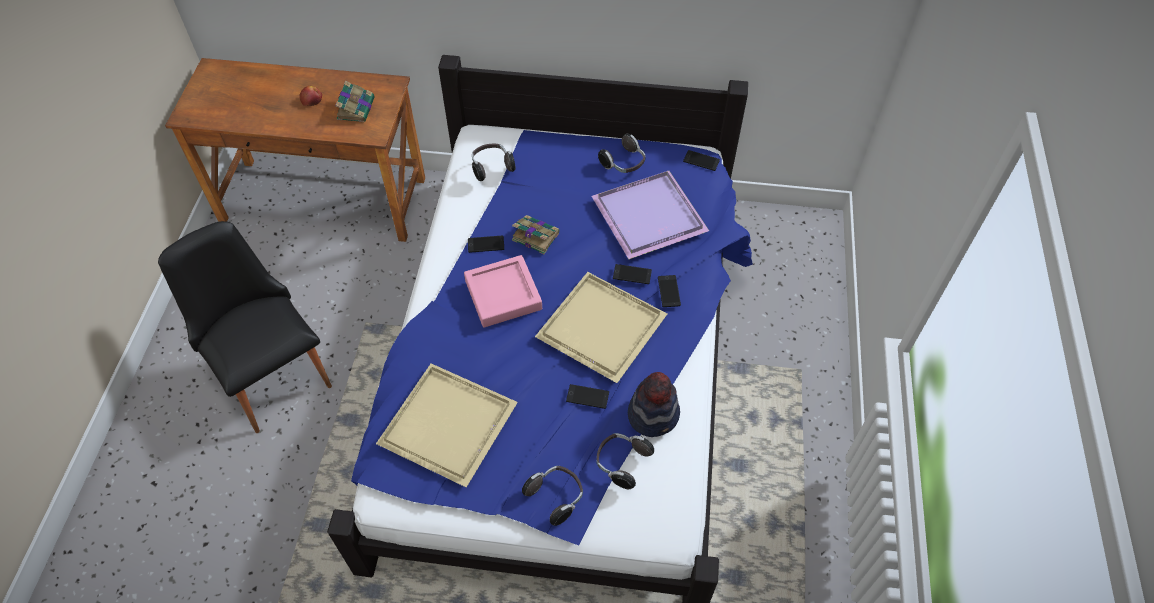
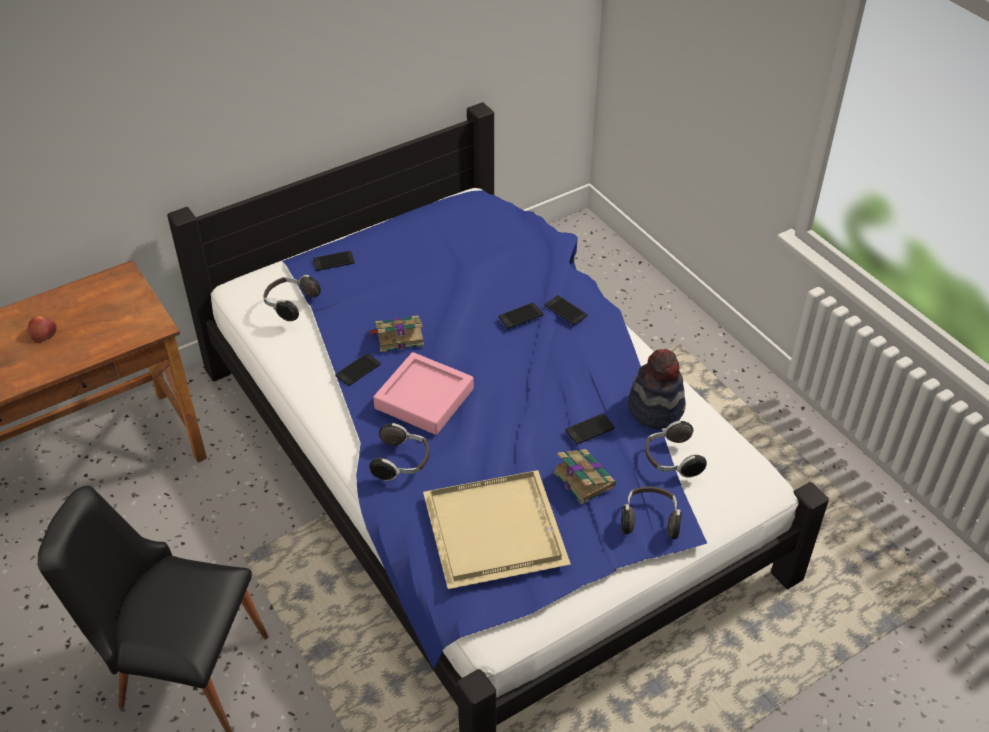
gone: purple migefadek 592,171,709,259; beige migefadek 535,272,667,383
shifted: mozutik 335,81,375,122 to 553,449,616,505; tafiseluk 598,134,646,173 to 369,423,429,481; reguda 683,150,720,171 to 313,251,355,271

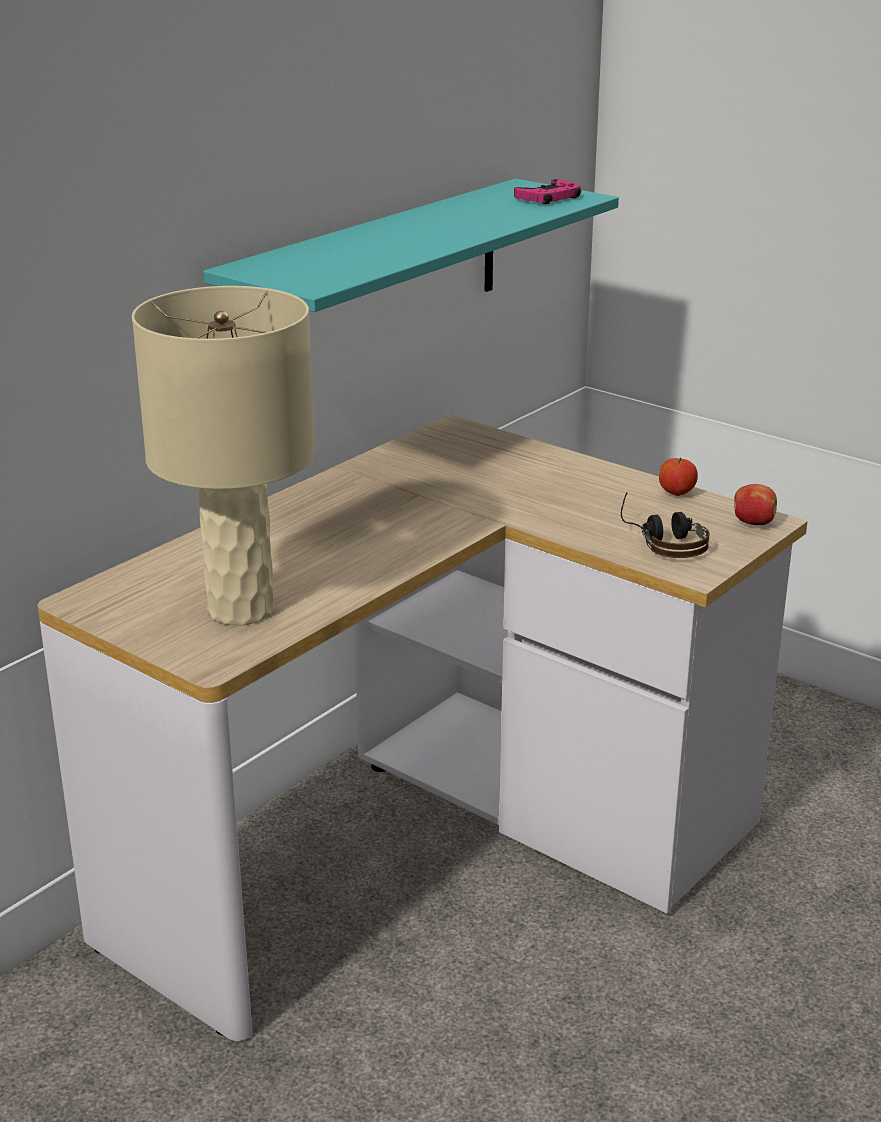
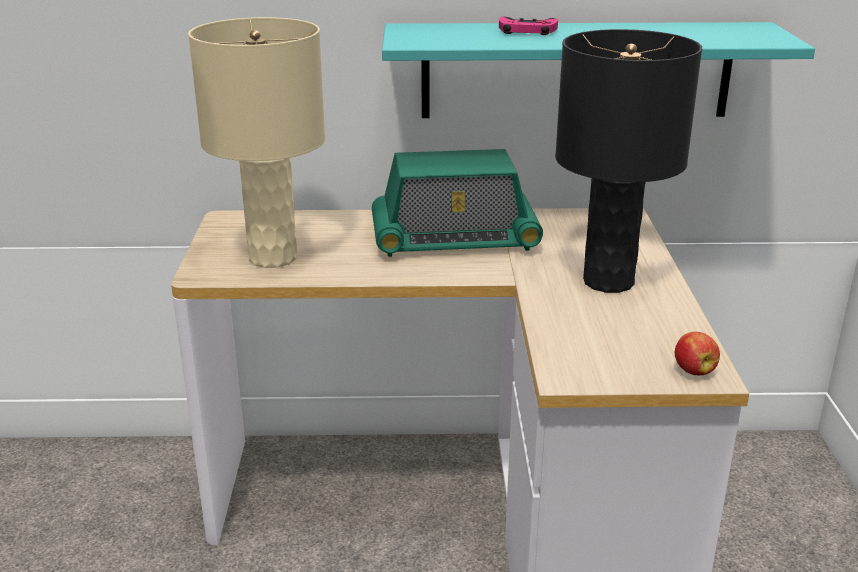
gone: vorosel 659,457,698,496; tafiseluk 621,493,710,558
new: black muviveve 555,29,702,293; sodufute 372,149,543,257
shifted: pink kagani 514,179,581,204 to 499,16,558,35

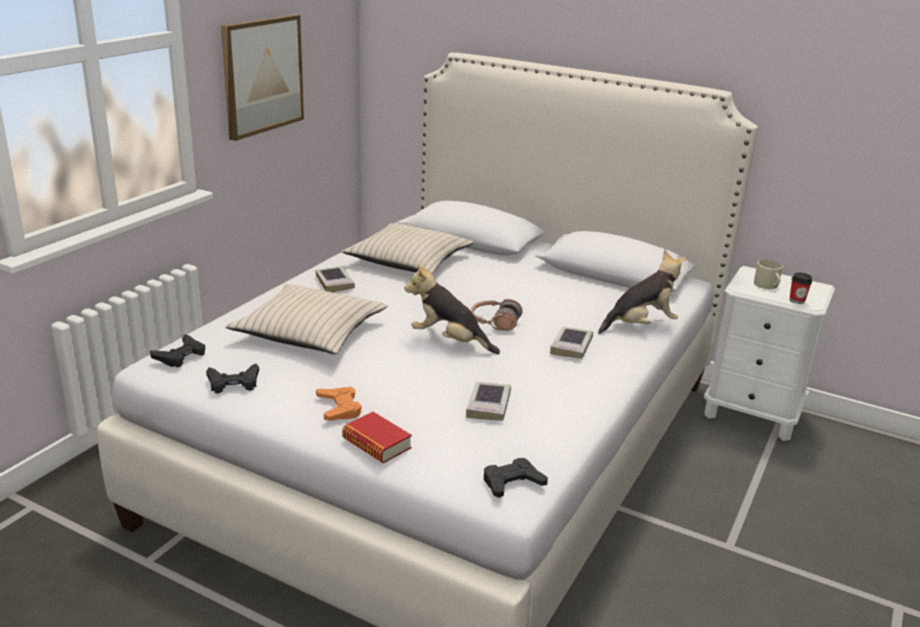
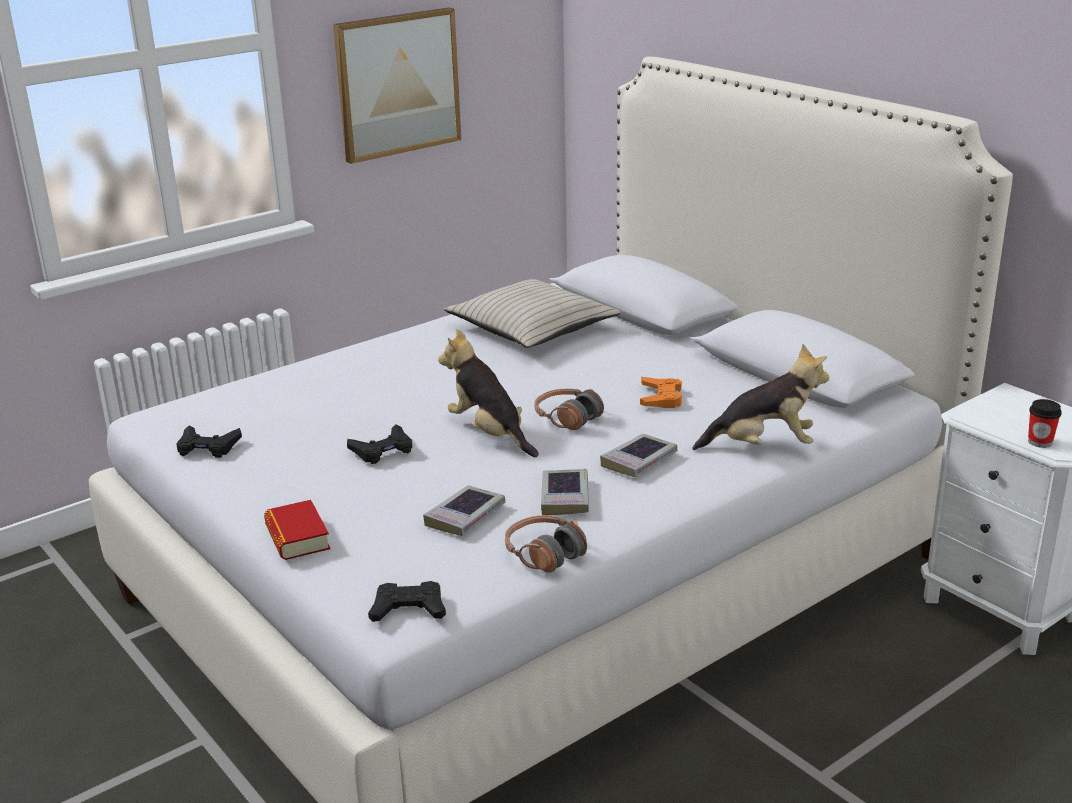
gone: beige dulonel 754,260,783,289; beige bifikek 225,284,388,354
new: tafiseluk 505,515,587,573
shifted: mozutik 316,266,355,292 to 541,469,589,515; black kagani 150,334,205,368 to 347,424,412,464; orange kagani 316,387,361,421 to 640,377,682,408

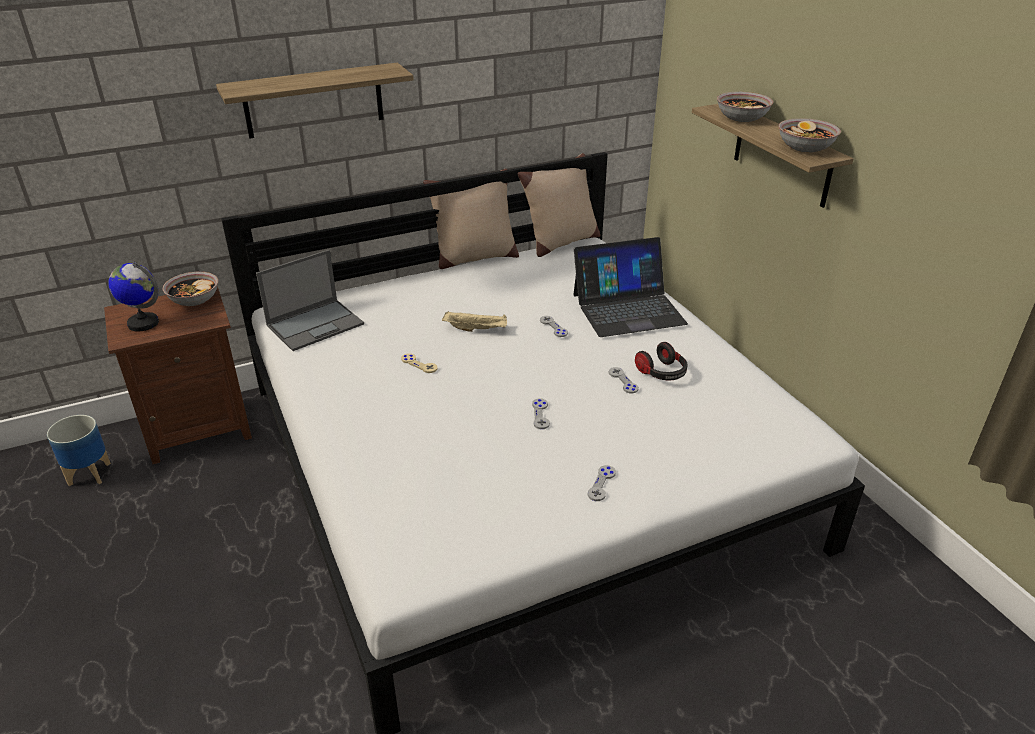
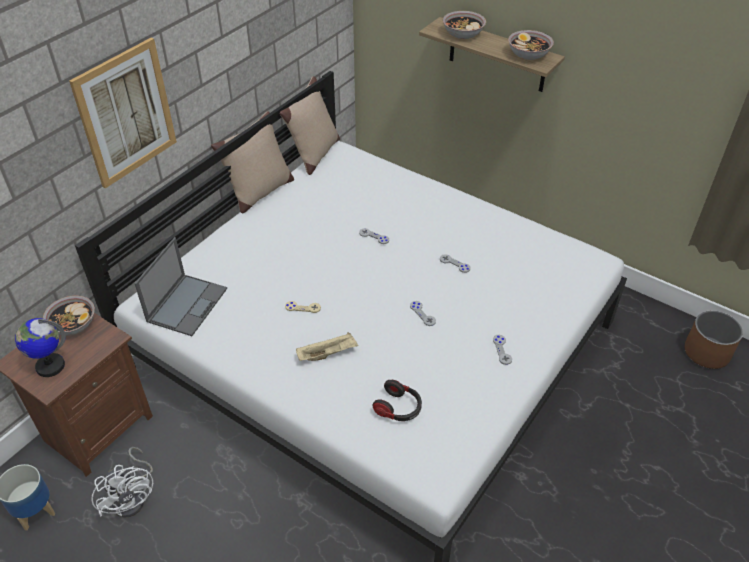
gone: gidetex 573,237,688,337
new: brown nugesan 684,311,743,369; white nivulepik 91,447,153,518
shifted: beige migefadek 442,311,507,332 to 296,332,358,361; tafiseluk 635,342,687,380 to 372,380,422,421
swapped: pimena 216,63,414,139 to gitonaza 69,38,177,188

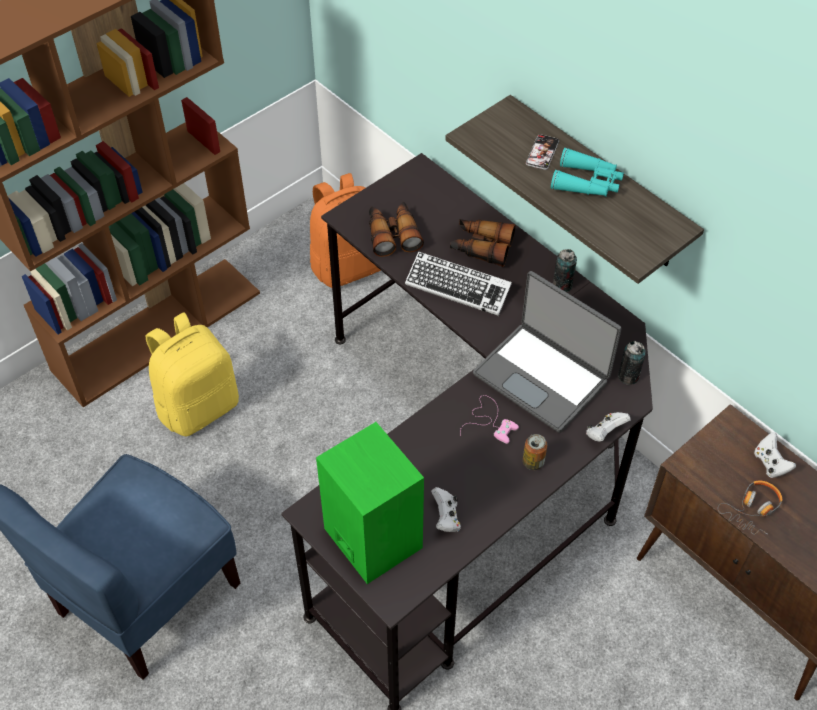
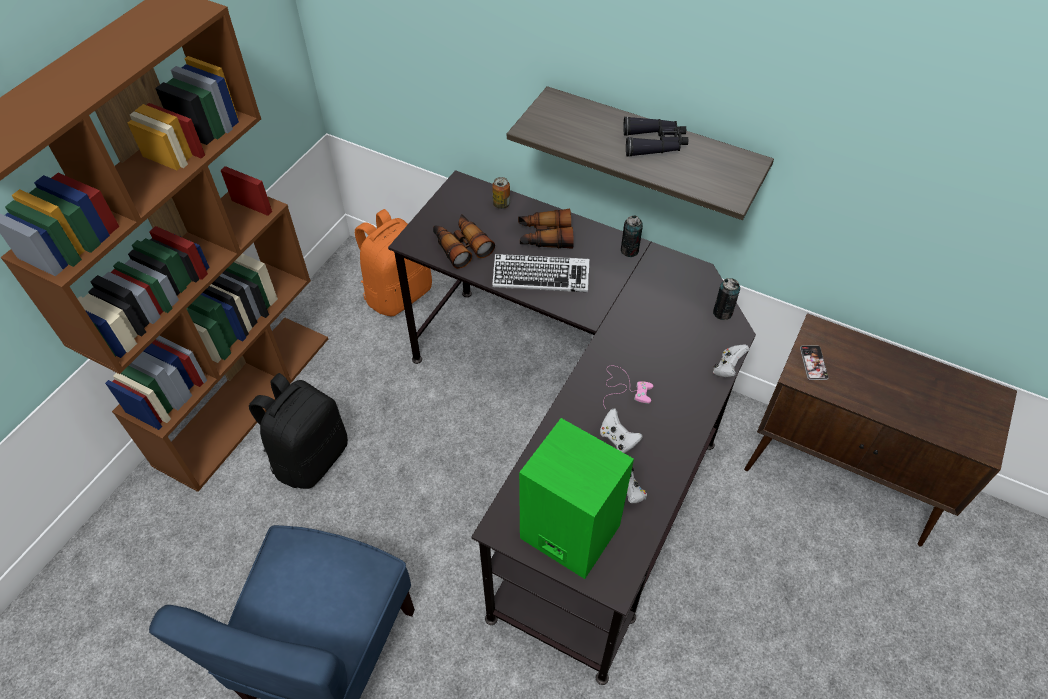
gone: gidetex 473,271,622,433; tafiseluk 718,481,782,535
shifted: reguda 526,134,559,170 to 800,346,829,380; white kagani 754,432,797,478 to 600,408,643,453; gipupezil 523,434,547,470 to 492,177,510,209
repainted: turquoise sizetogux 551,148,624,197 to black sizetogux 623,117,688,157; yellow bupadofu 146,312,239,437 to black bupadofu 249,373,348,489

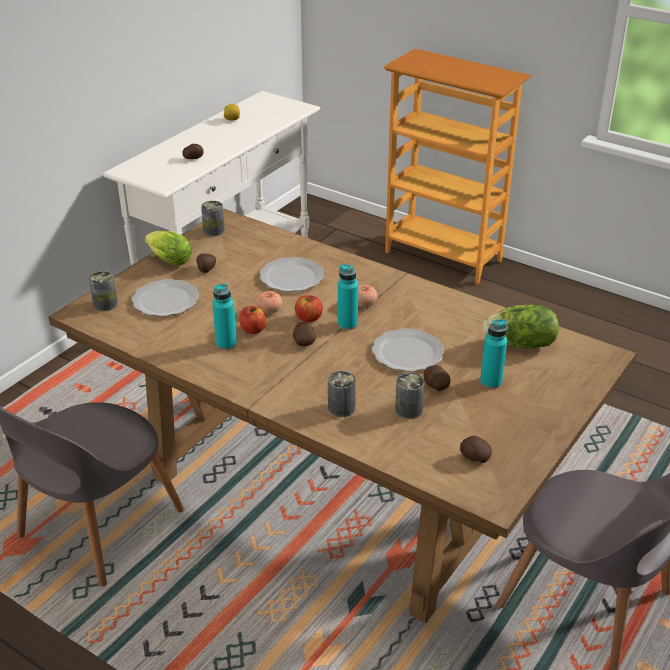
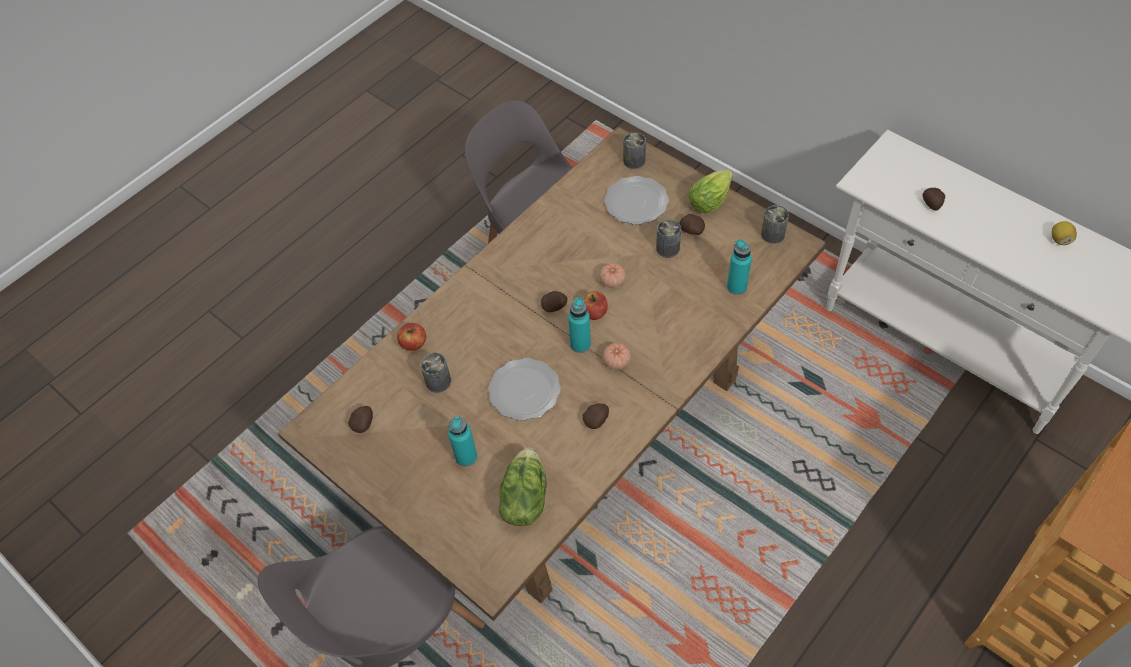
gone: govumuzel 260,257,324,292
shifted: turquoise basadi 212,283,237,350 to 727,239,752,295; vorosel 239,306,266,334 to 397,323,426,351; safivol 423,365,451,391 to 583,403,609,429; gipupezil 328,371,356,417 to 656,219,681,258

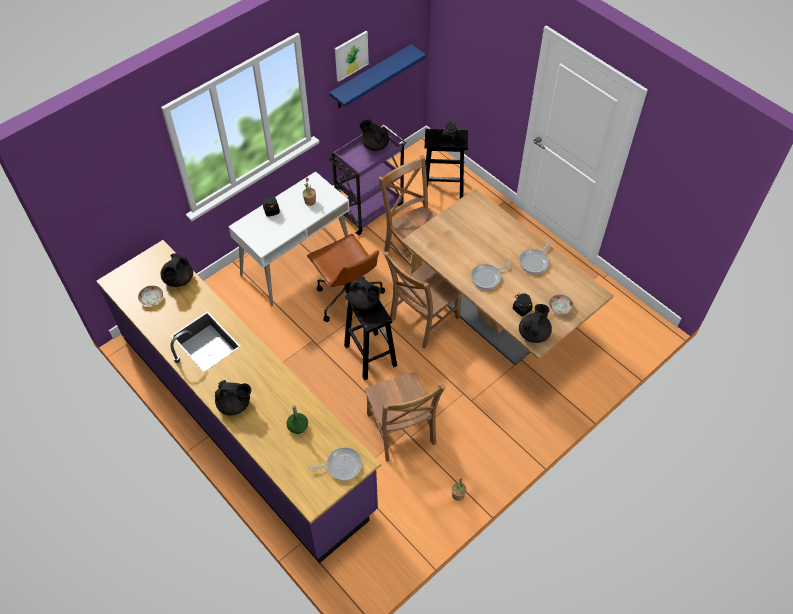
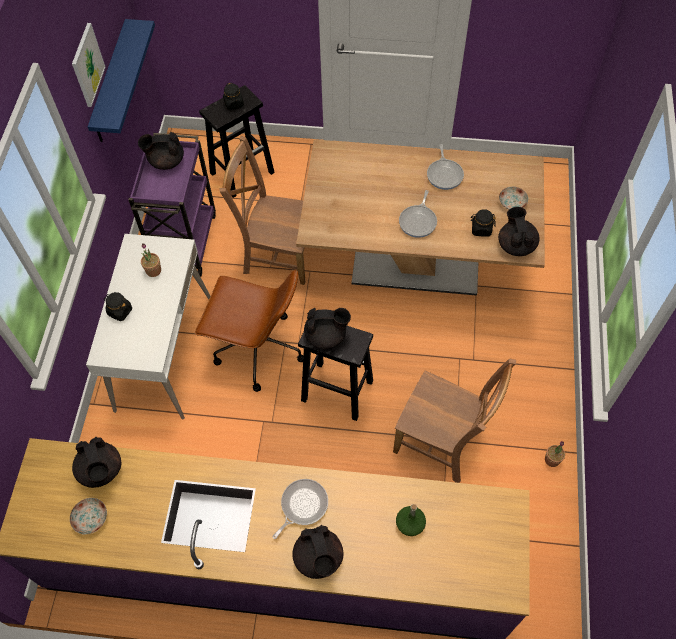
gone: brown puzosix 383,251,462,349
shifted: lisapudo 308,447,362,481 to 272,479,328,539
rotated: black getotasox 215,380,251,415 = 292,525,344,579 105 degrees clockwise

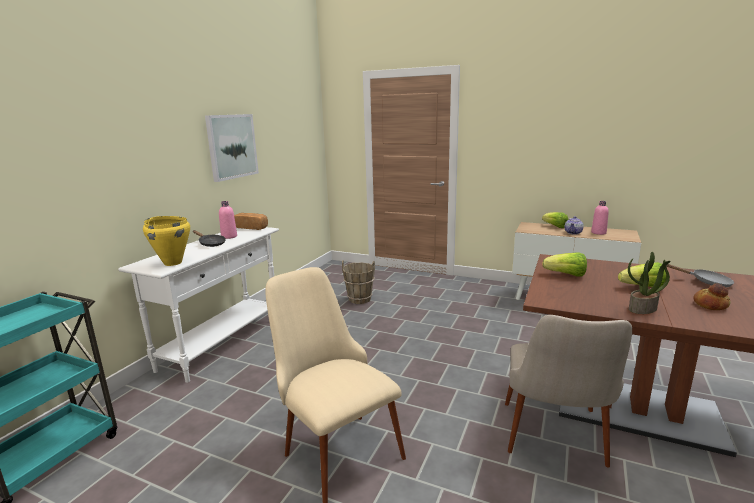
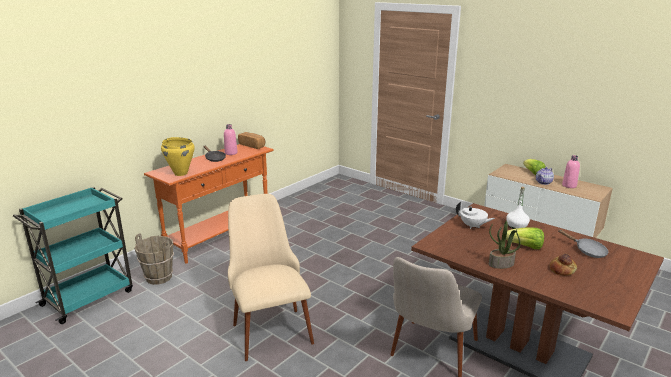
gone: gitonaza 205,114,259,182
new: white basadi 506,187,530,229
shifted: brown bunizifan 342,260,375,304 to 134,233,174,285
swapped: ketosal 542,253,587,276 to white getotasox 456,202,495,229
repainted: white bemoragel 118,227,279,383 to orange bemoragel 144,144,274,264

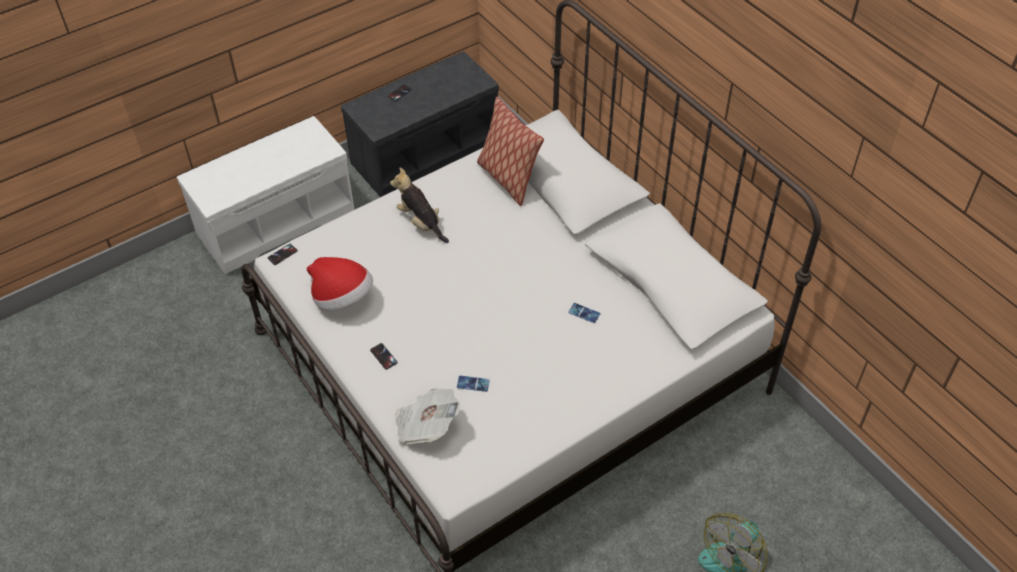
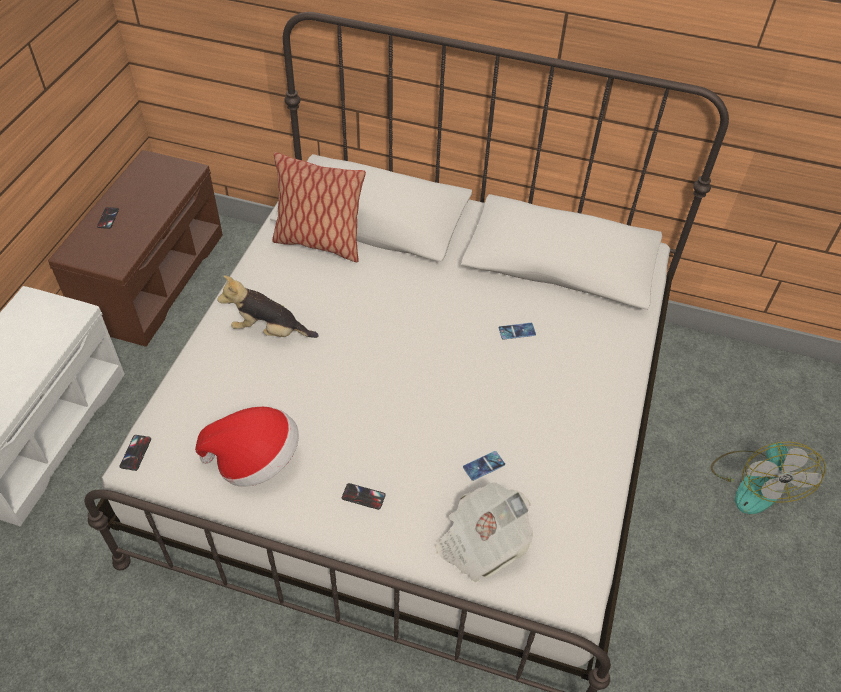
repainted: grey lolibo 341,51,499,197 to brown lolibo 48,150,223,347

